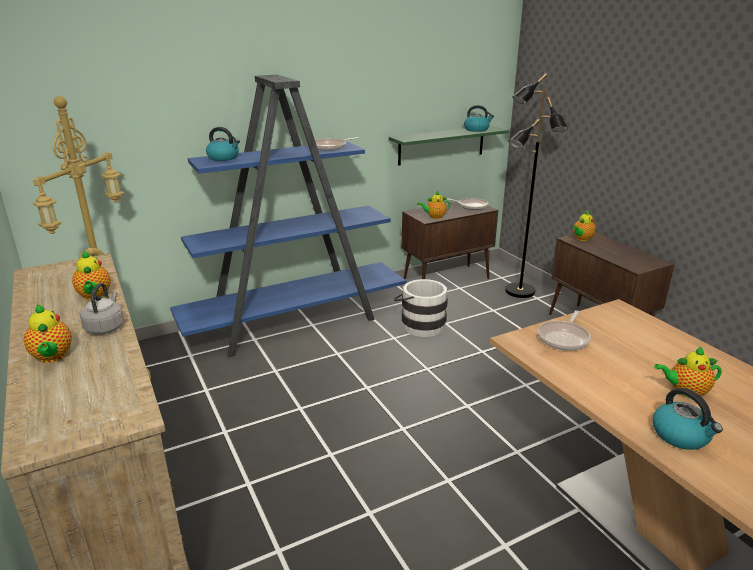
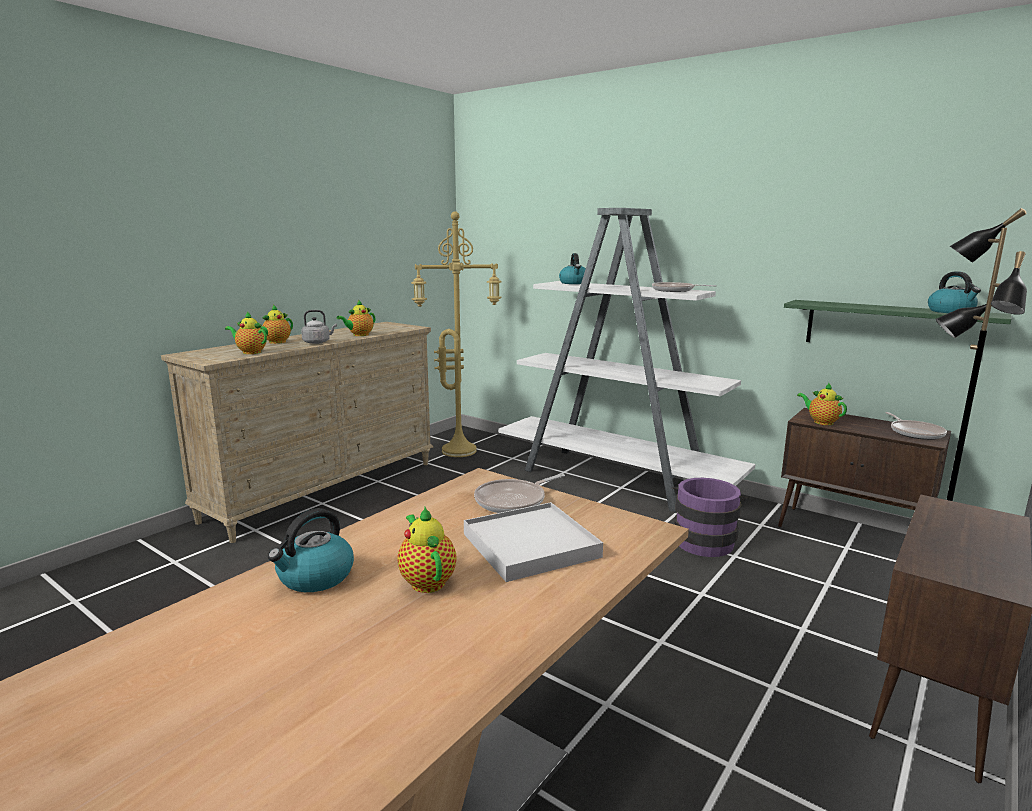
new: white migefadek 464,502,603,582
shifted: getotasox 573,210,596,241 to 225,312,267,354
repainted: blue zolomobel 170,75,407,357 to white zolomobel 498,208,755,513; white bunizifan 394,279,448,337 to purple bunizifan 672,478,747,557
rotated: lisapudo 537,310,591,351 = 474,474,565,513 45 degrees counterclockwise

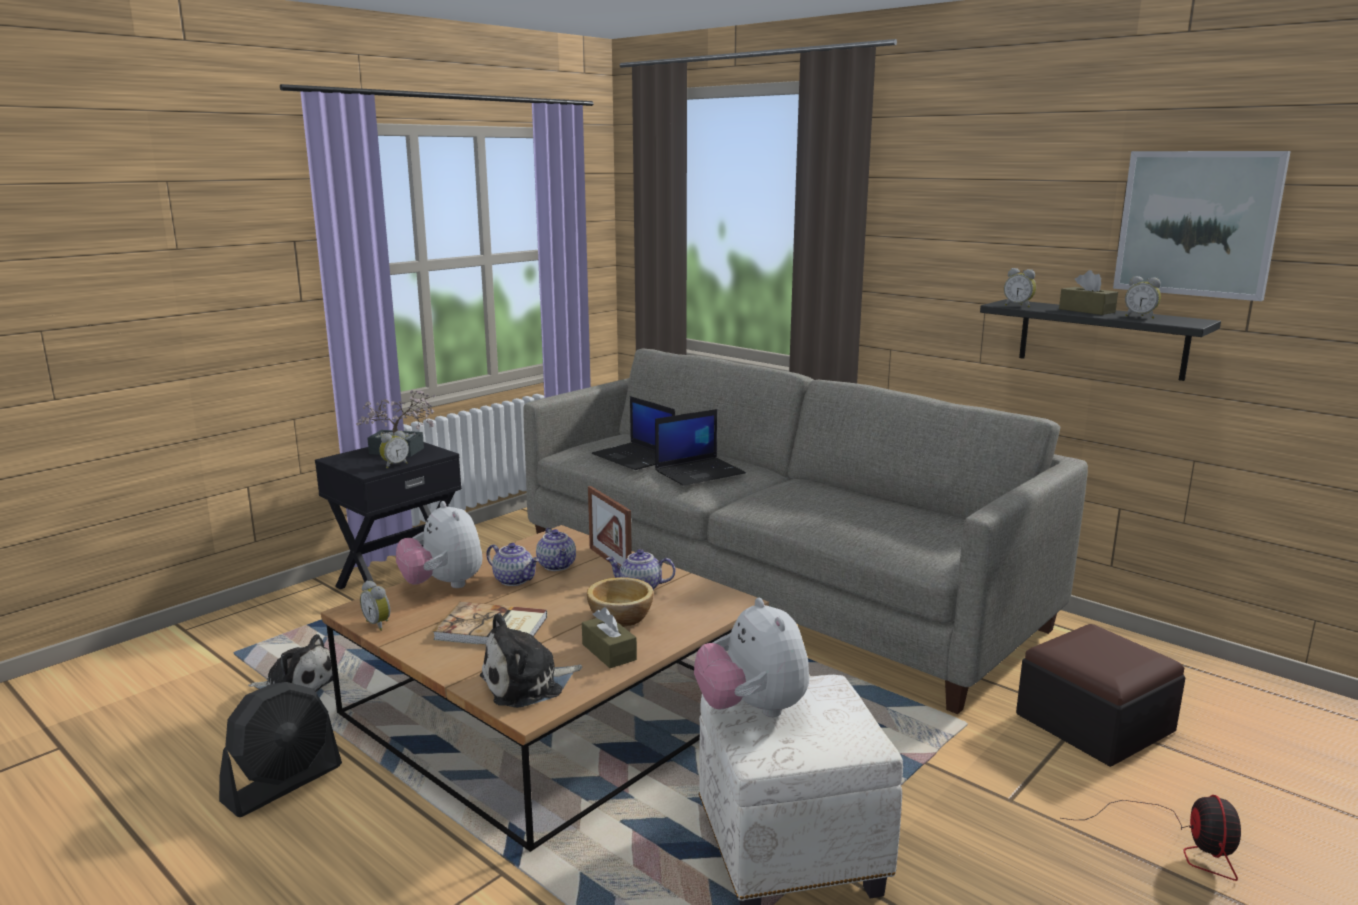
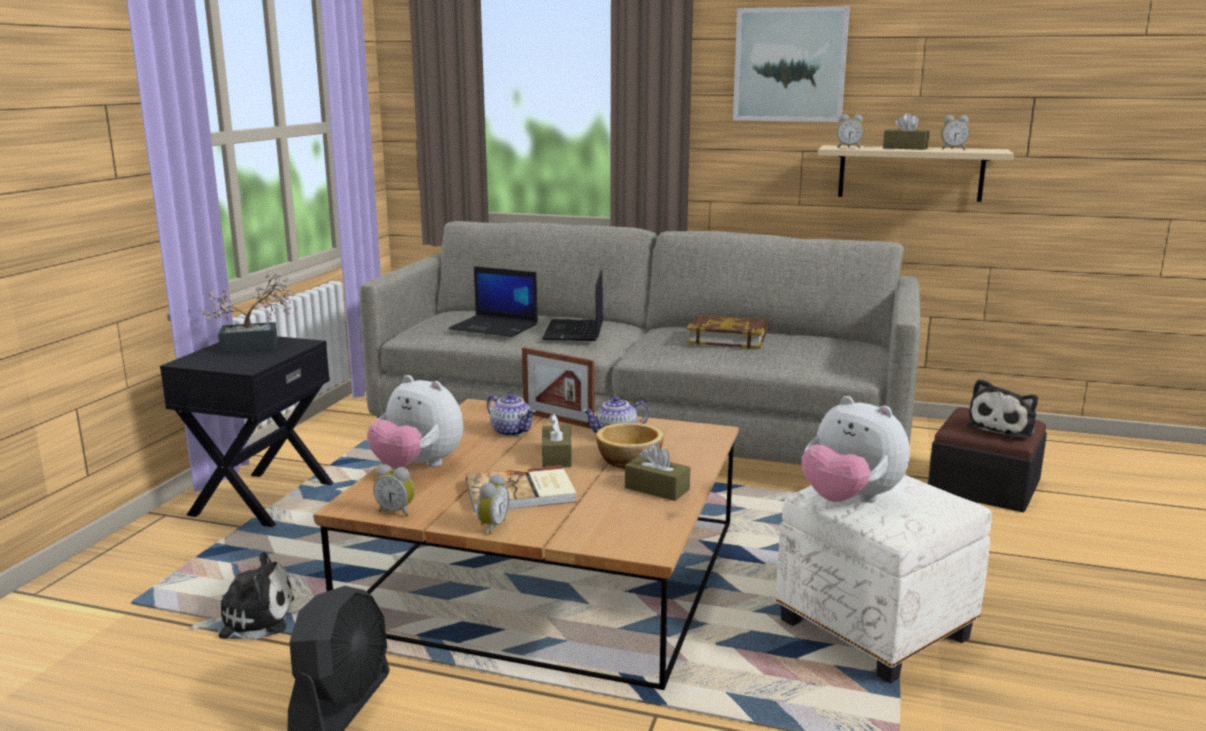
gone: getotasox 486,543,540,586; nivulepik 1061,795,1241,881
new: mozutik 687,315,767,349; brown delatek 542,413,572,467
shifted: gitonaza 1113,151,1291,301 to 733,6,850,122; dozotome 379,430,409,468 to 477,474,509,534; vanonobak 480,613,582,708 to 967,379,1038,438
repainted: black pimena 980,299,1221,381 to beige pimena 818,145,1014,202
rotated: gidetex 655,409,746,486 = 542,270,603,341 150 degrees clockwise

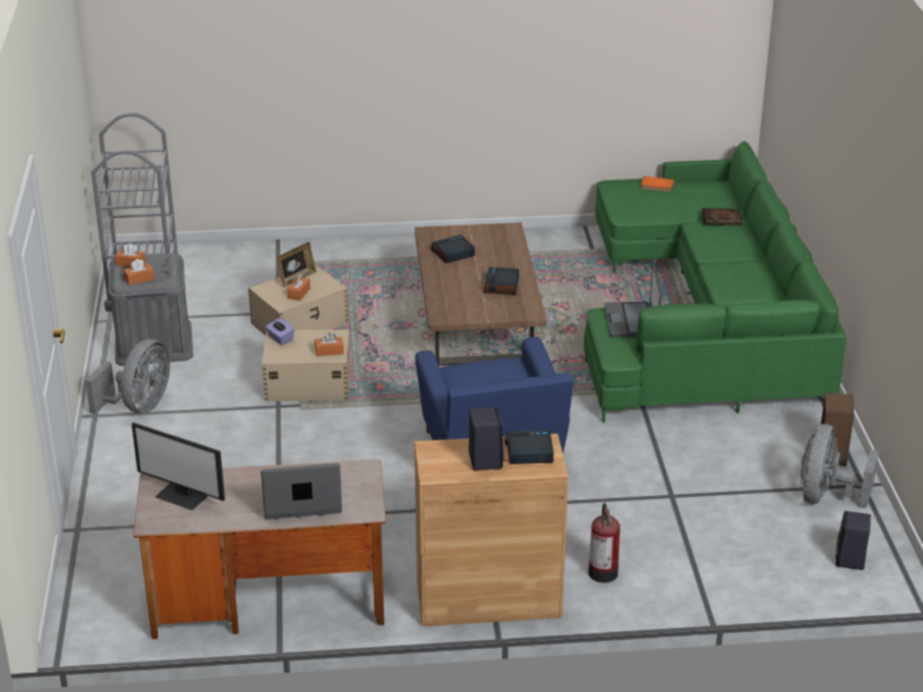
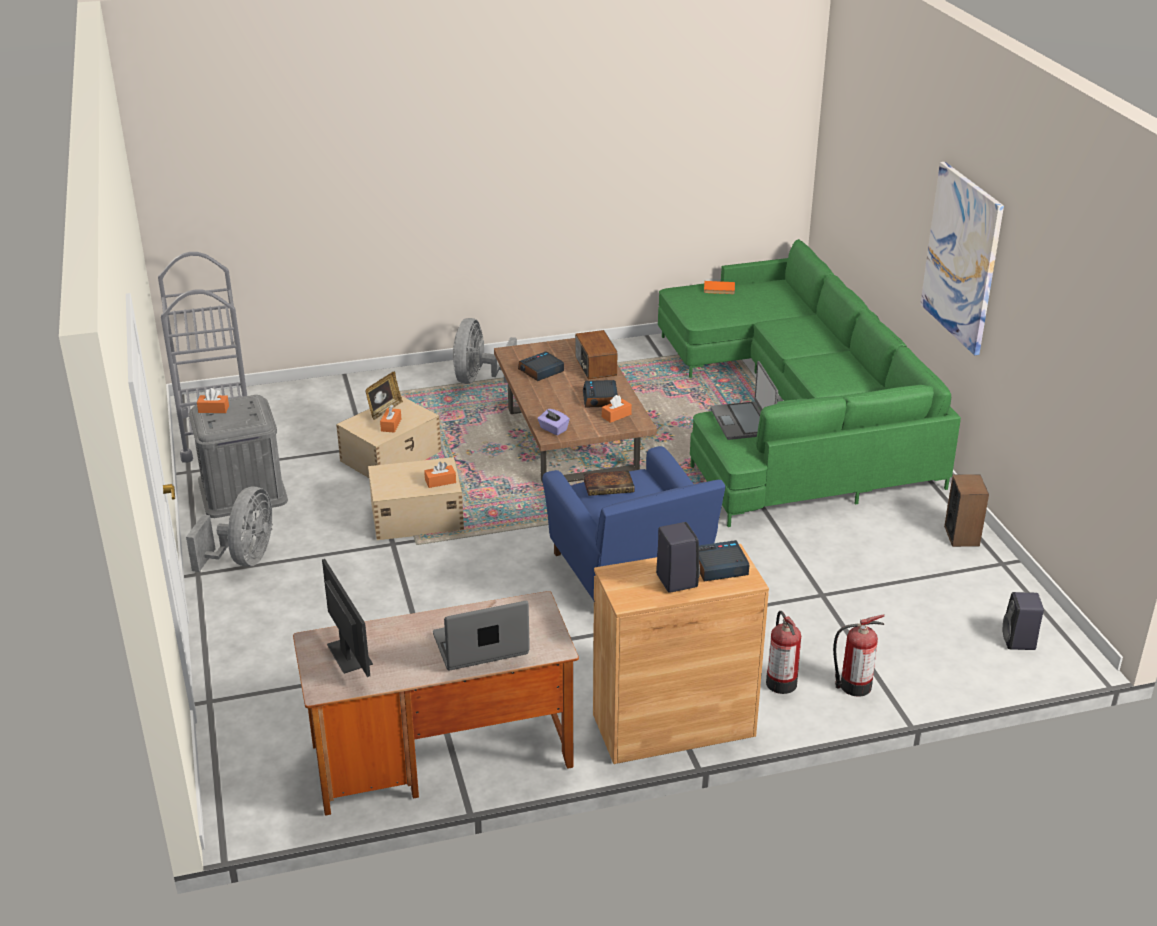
new: gitonaza 920,162,1004,355; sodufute 575,330,617,379; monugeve 833,614,885,697
shifted: mozutik 702,208,743,225 to 583,470,635,496; orange delatek 124,259,155,286 to 602,395,632,423; purple delatek 266,318,294,345 to 538,409,570,435; grey nivulepik 800,424,879,507 to 453,318,517,384
rotated: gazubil 132,422,225,510 = 322,559,373,677 135 degrees counterclockwise

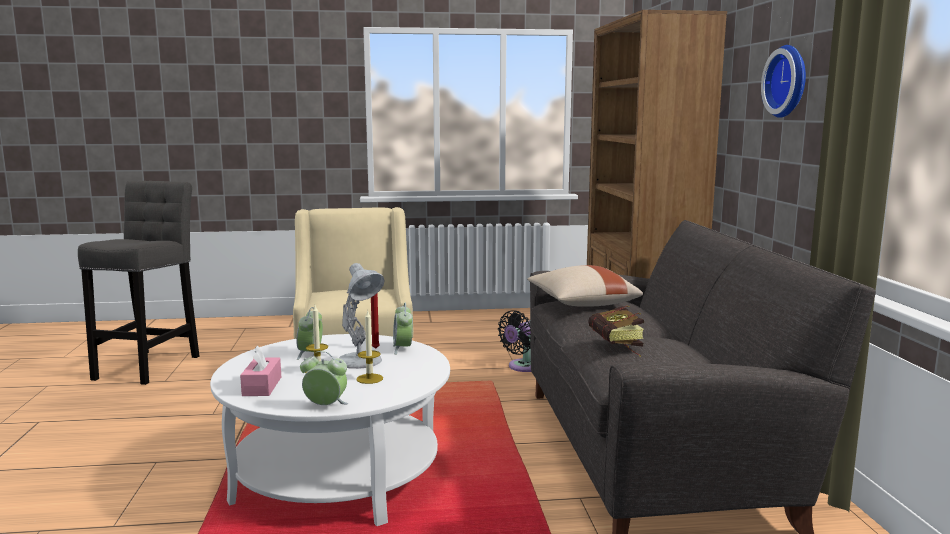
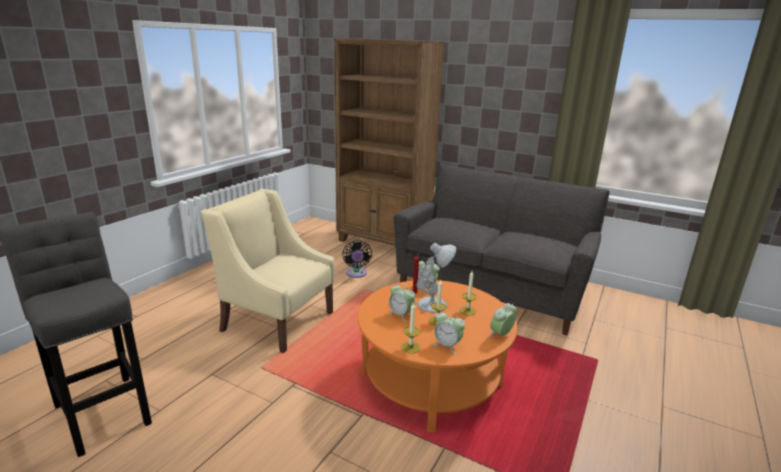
gone: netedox 761,45,806,118; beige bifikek 527,265,643,307; mozutik 588,306,644,356
new: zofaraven 401,303,420,354
swapped: pink delatek 240,345,281,396 to dozotome 433,311,465,354
repainted: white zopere 210,334,450,526 to orange zopere 358,280,517,432

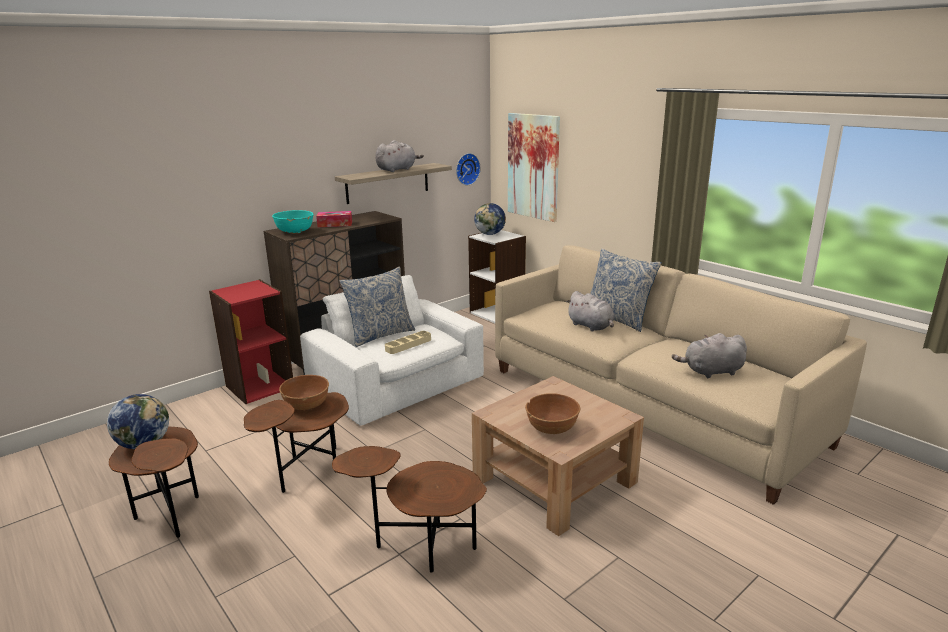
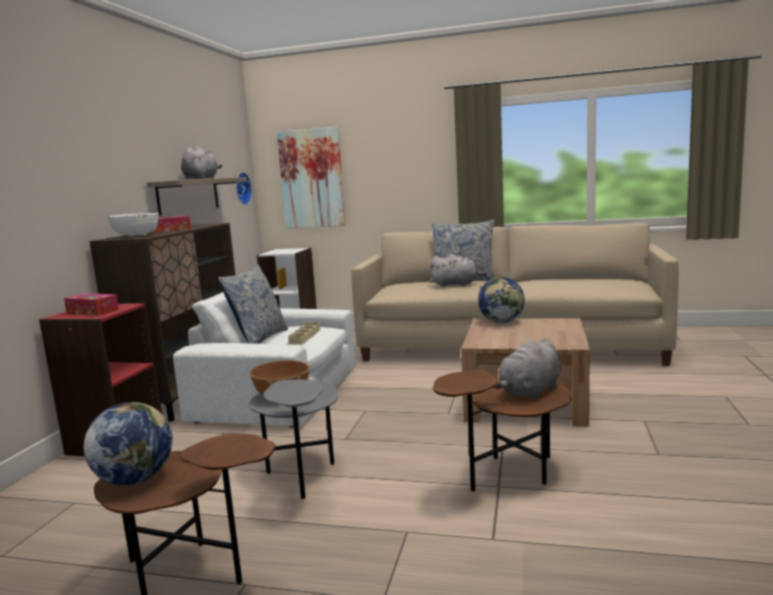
gone: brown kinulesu 525,393,580,434
new: delatek 64,293,119,316
shifted: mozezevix 474,203,506,235 to 478,277,525,323; grey vanonobak 672,333,747,378 to 492,338,561,400
repainted: turquoise kinulesu 272,210,314,234 to white kinulesu 107,213,159,237; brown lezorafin 244,392,349,493 to grey lezorafin 249,380,338,499

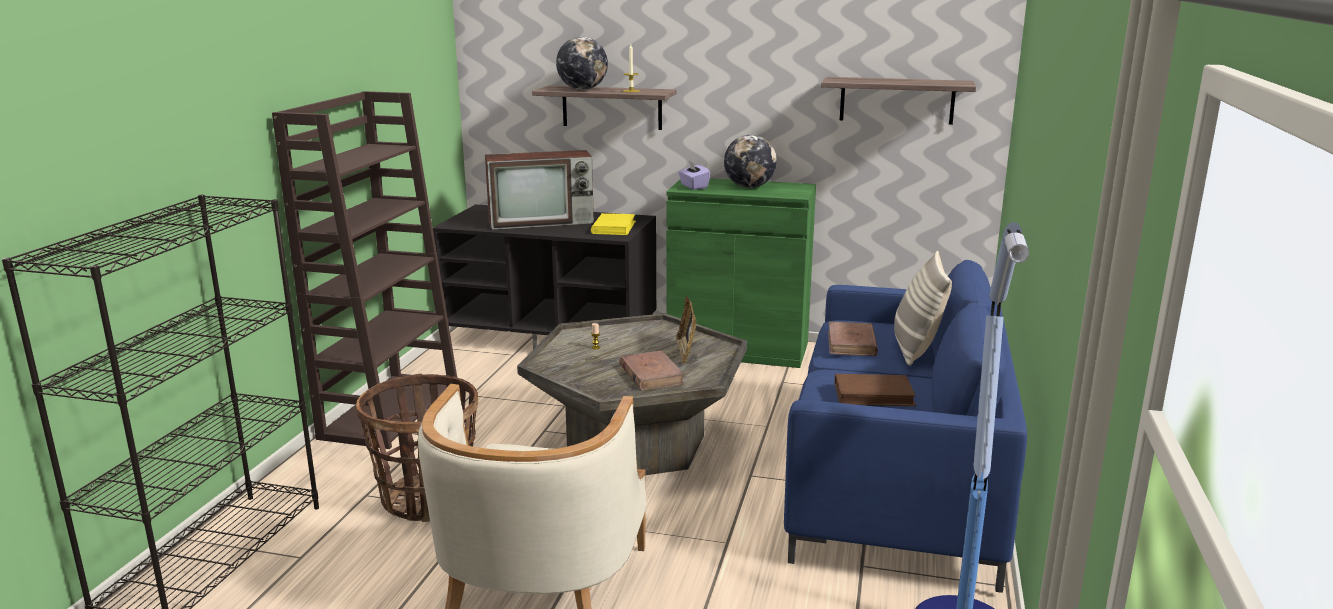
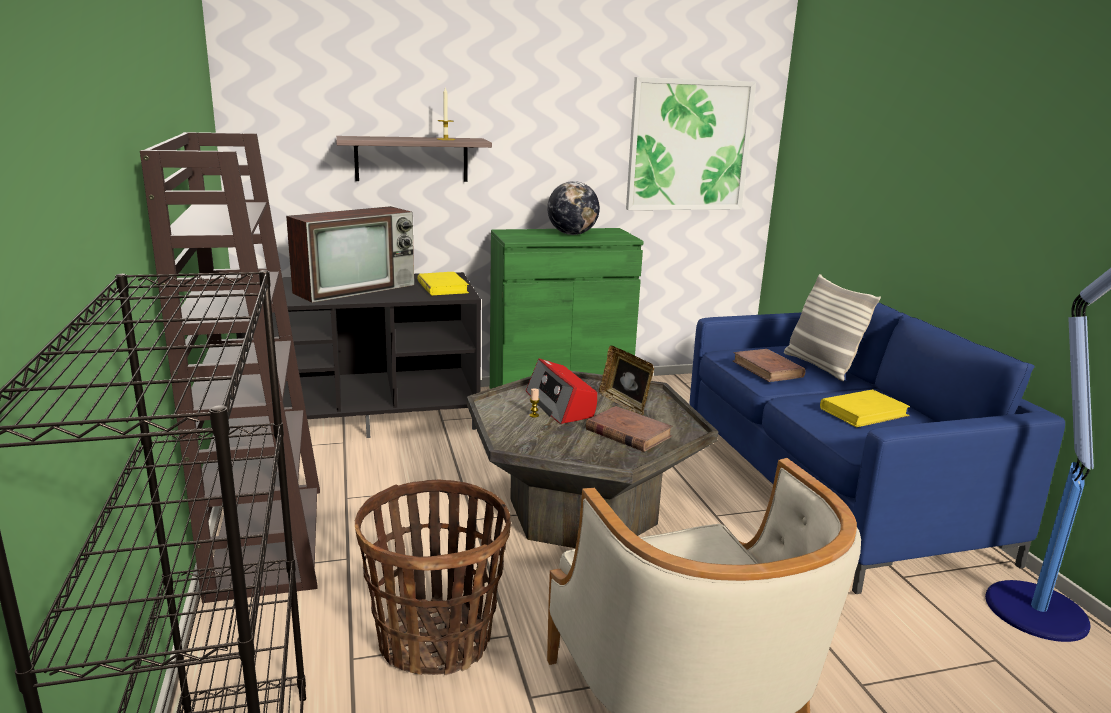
gone: mozezevix 556,37,608,90; purple delatek 678,161,710,190
new: sodufute 526,359,597,424
swapped: pimena 821,77,976,125 to gitonaza 626,77,756,210
repainted: brown mozutik 835,374,916,406 to yellow mozutik 820,389,910,427

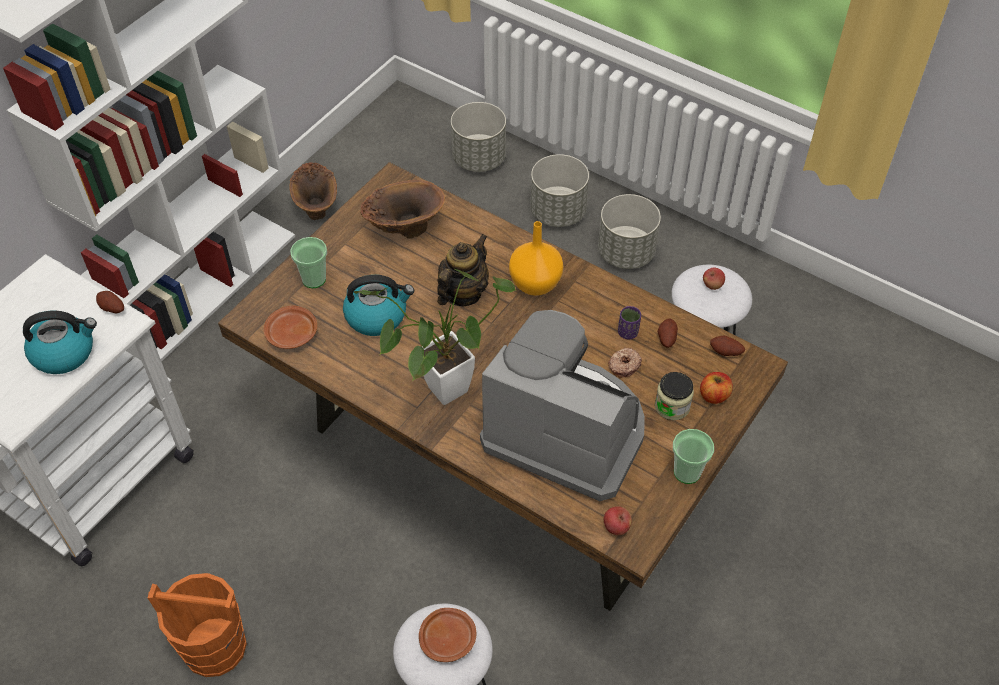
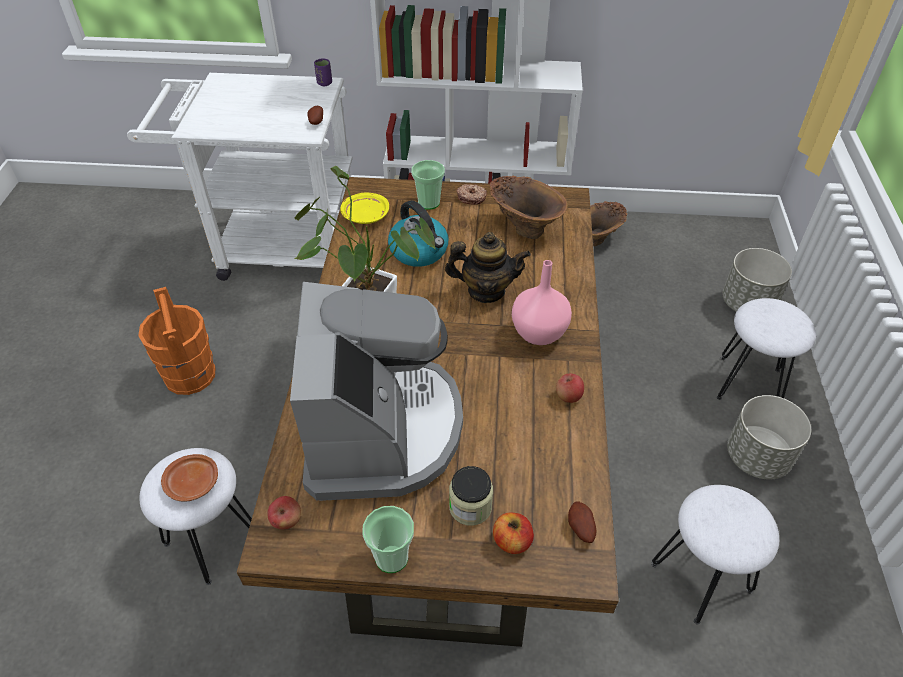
gone: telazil 23,310,97,374; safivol 658,318,678,348
shifted: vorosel 703,267,725,290 to 556,374,584,403; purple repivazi 618,306,641,339 to 314,58,332,86; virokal 608,347,642,378 to 456,184,487,205
swapped: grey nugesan 530,154,589,227 to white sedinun 717,298,816,400
repainted: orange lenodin 509,221,563,296 to pink lenodin 512,260,572,345; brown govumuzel 263,306,317,349 to yellow govumuzel 340,193,389,224

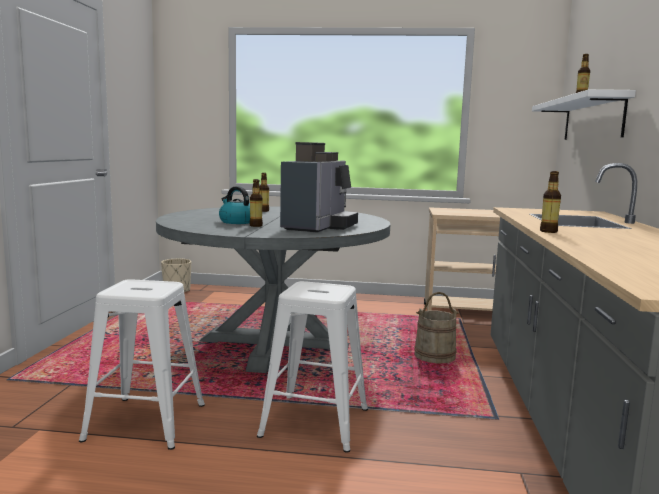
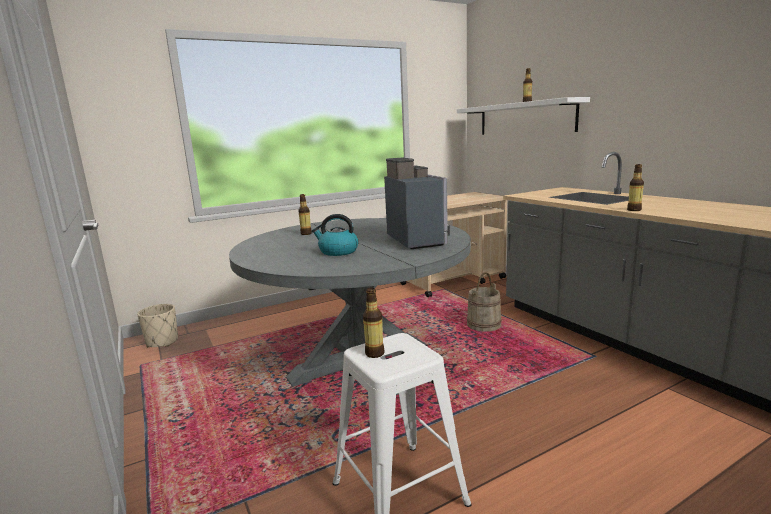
gone: white sedinun 257,281,368,453
shifted: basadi 250,179,263,227 to 363,288,384,358

